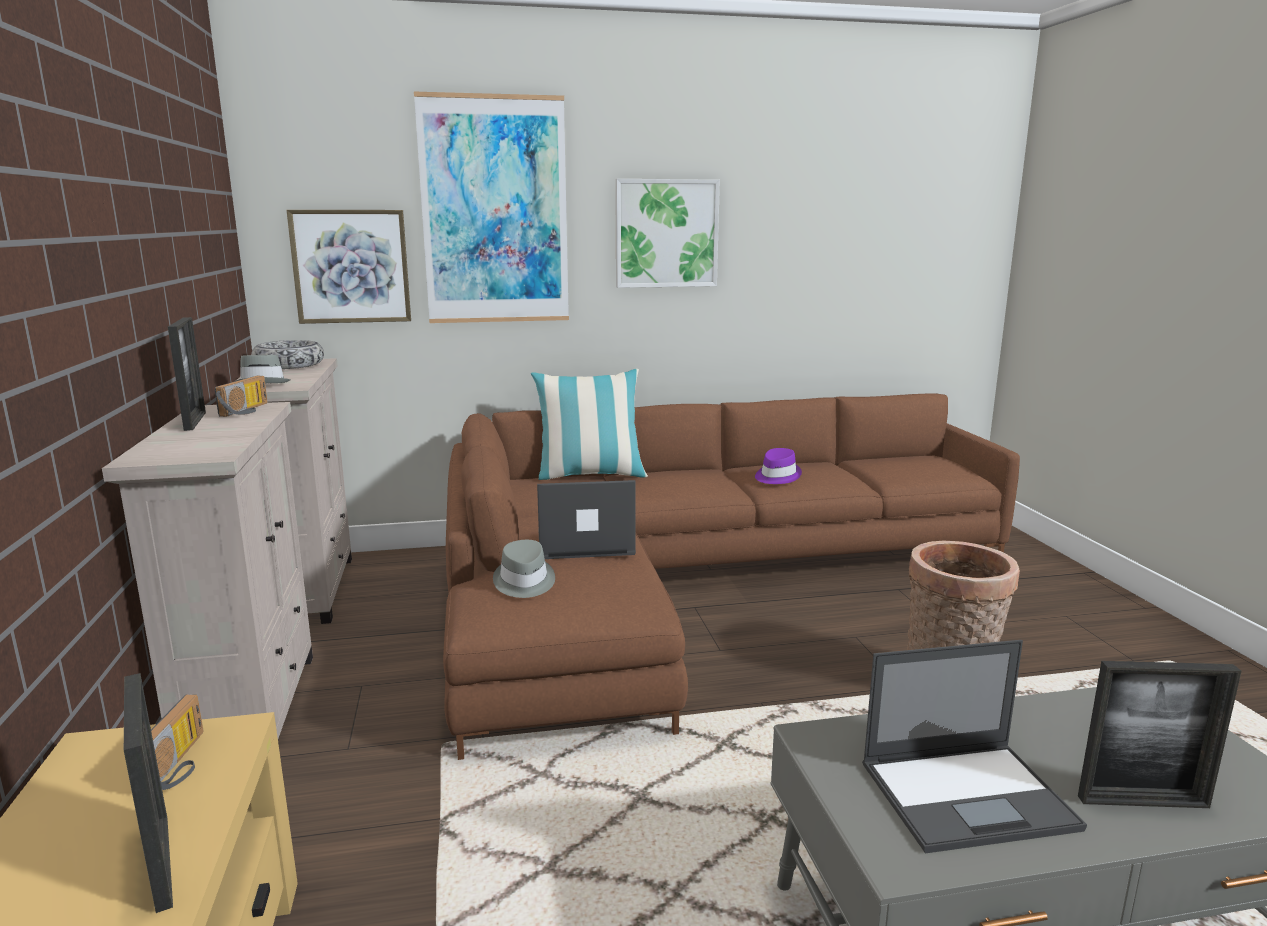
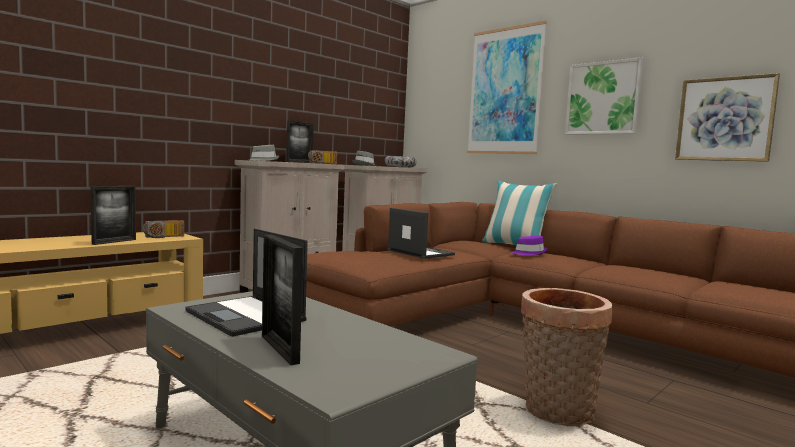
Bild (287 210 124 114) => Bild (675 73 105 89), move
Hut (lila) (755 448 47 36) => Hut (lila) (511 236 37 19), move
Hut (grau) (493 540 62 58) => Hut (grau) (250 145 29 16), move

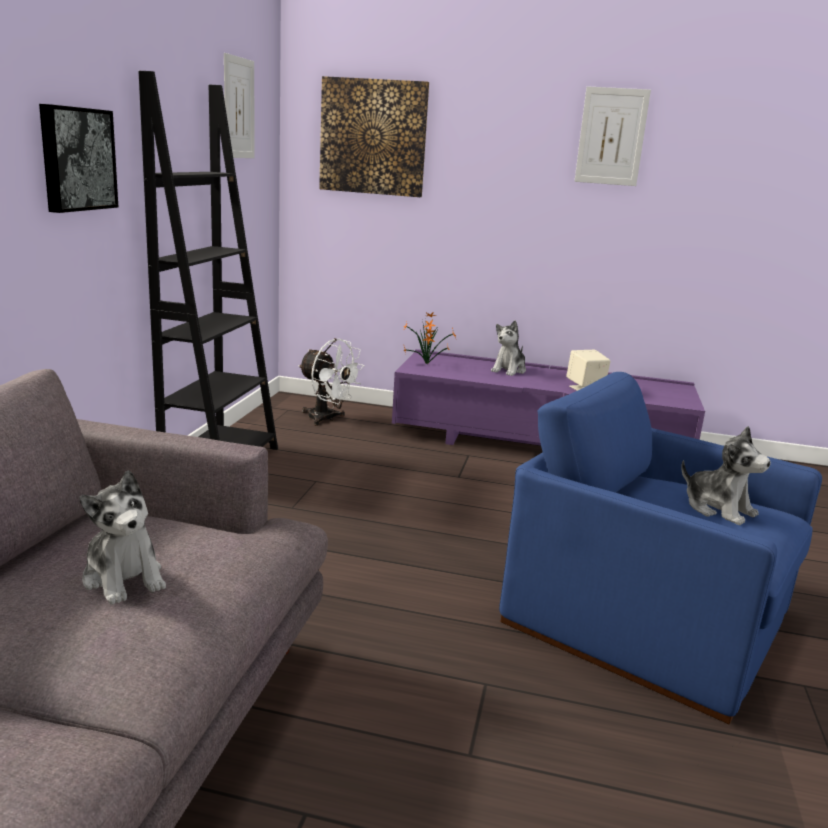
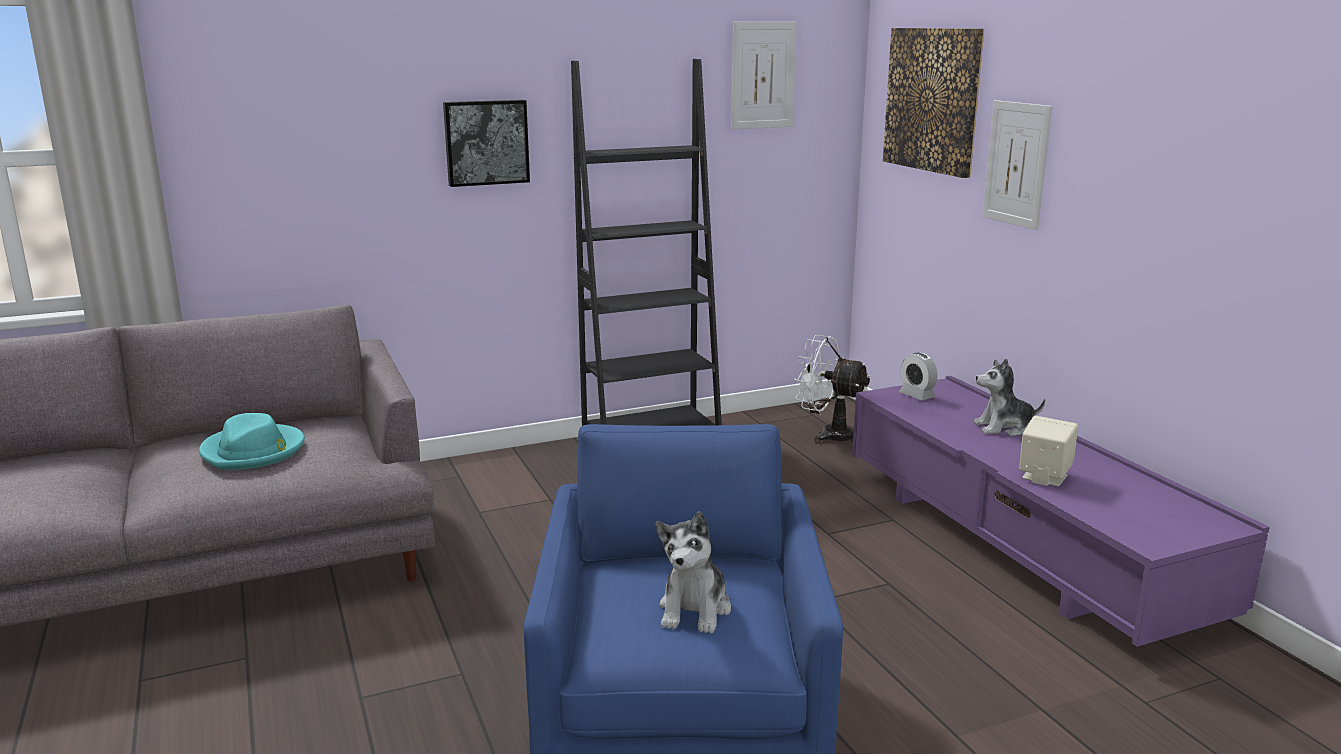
Bild (574 86 77 100) => Bild (982 100 71 130), move
Topfpflanze (402 313 54 51) => Wecker (899 352 38 48)
Ventilator (weiß) (298 338 66 88) => Ventilator (weiß) (794 335 76 109), 120 degrees clockwise
Plüschtier (79 470 87 135) => Hut (türkis) (199 413 106 57)

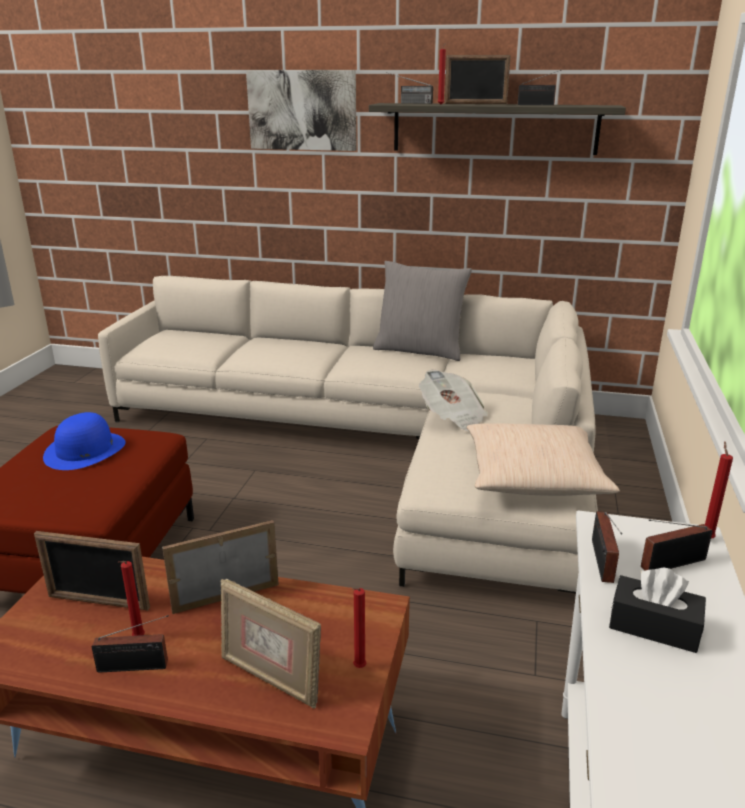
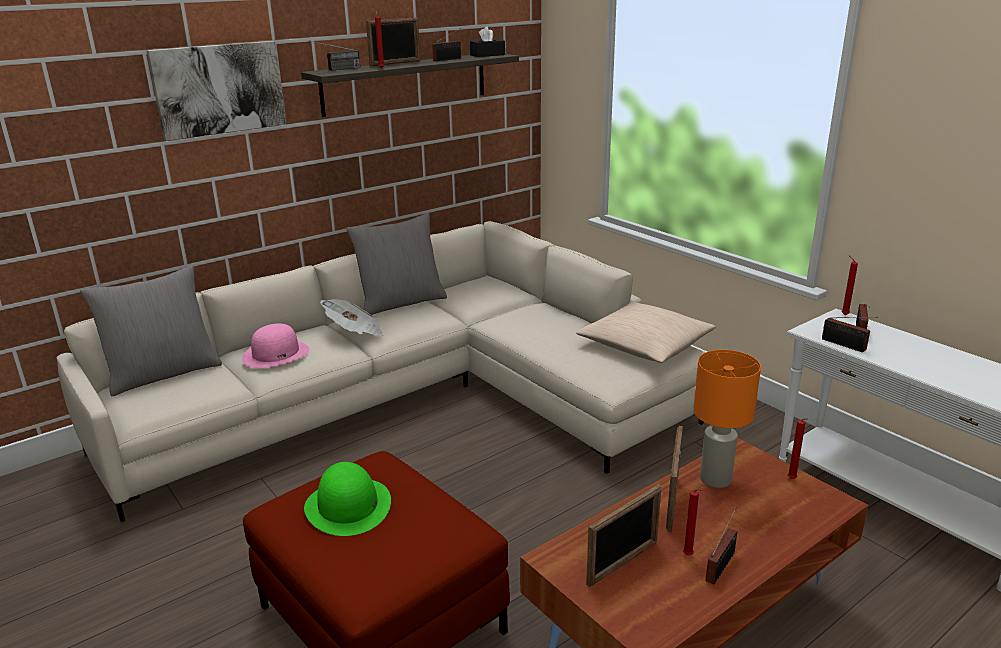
Zeitung (419 369 69 63) => Zeitung (320 299 64 37), move
Hut (blau) (43 412 83 58) => Hut (grün) (304 462 87 74)
Taschentuchbox (schwarz) (609 568 97 85) => Taschentuchbox (schwarz) (470 27 35 30), move
Bilderrahmen (221 579 100 129) => nothing
nothing => Kissen (grau) (80 265 142 131)
nothing => Hut (rosa) (242 323 67 45)
nothing => Tischlampe (orange) (693 350 68 138)

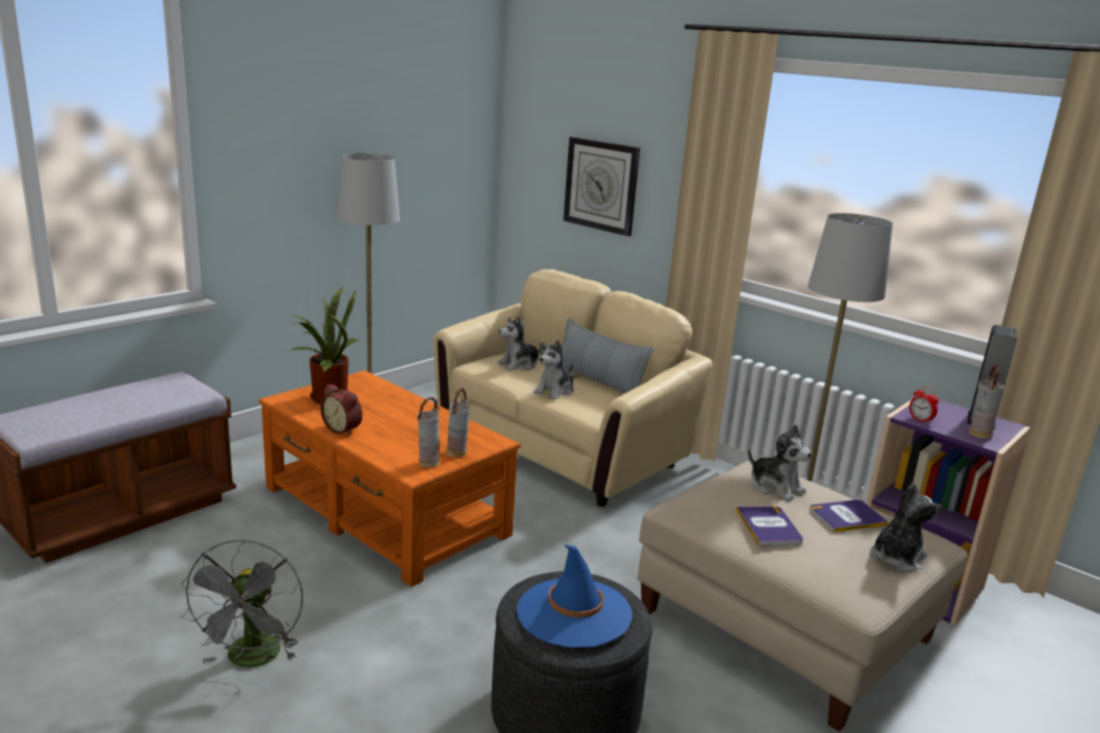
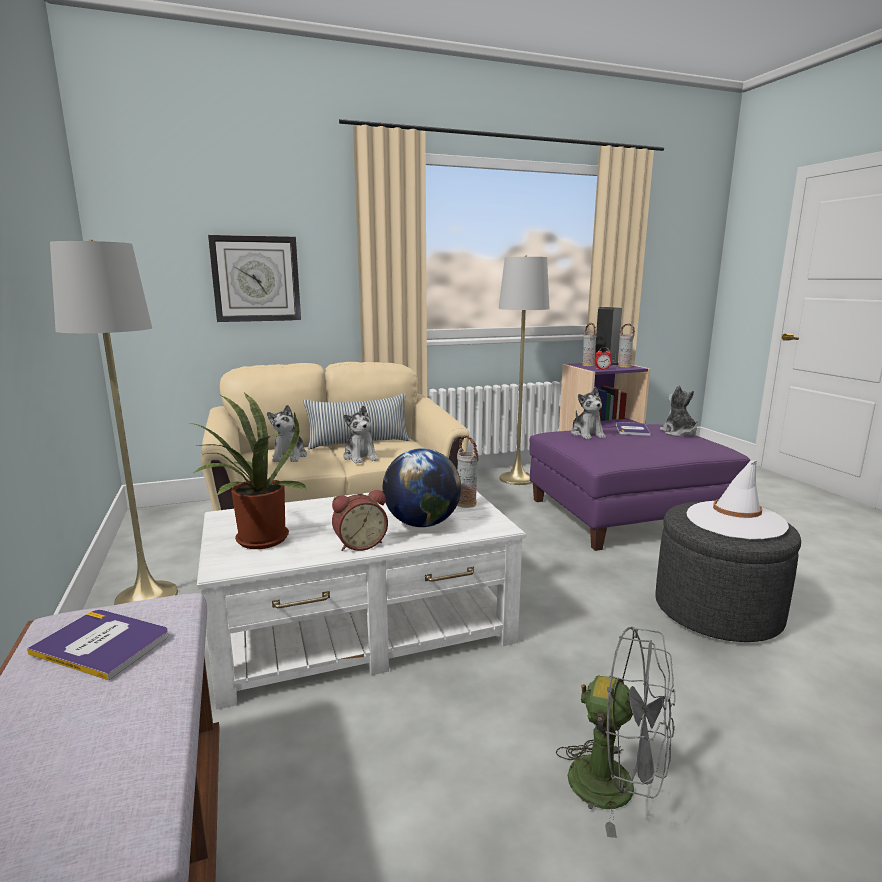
Couchtisch (orange) (259 370 262 217) => Couchtisch (weiß) (197 491 329 219)
Vase (417 397 23 70) => Vase (582 323 15 43), move
Plüschtier (748 425 64 77) => Plüschtier (571 387 35 52), 90 degrees clockwise
Polsterhocker (beige) (637 460 330 271) => Polsterhocker (lila) (529 424 221 127)
Buch (736 506 67 39) => Buch (27 610 141 70), move
Hut (blau) (517 544 116 104) => Hut (weiß) (687 460 102 79)
nothing => Globus (383 448 78 79)

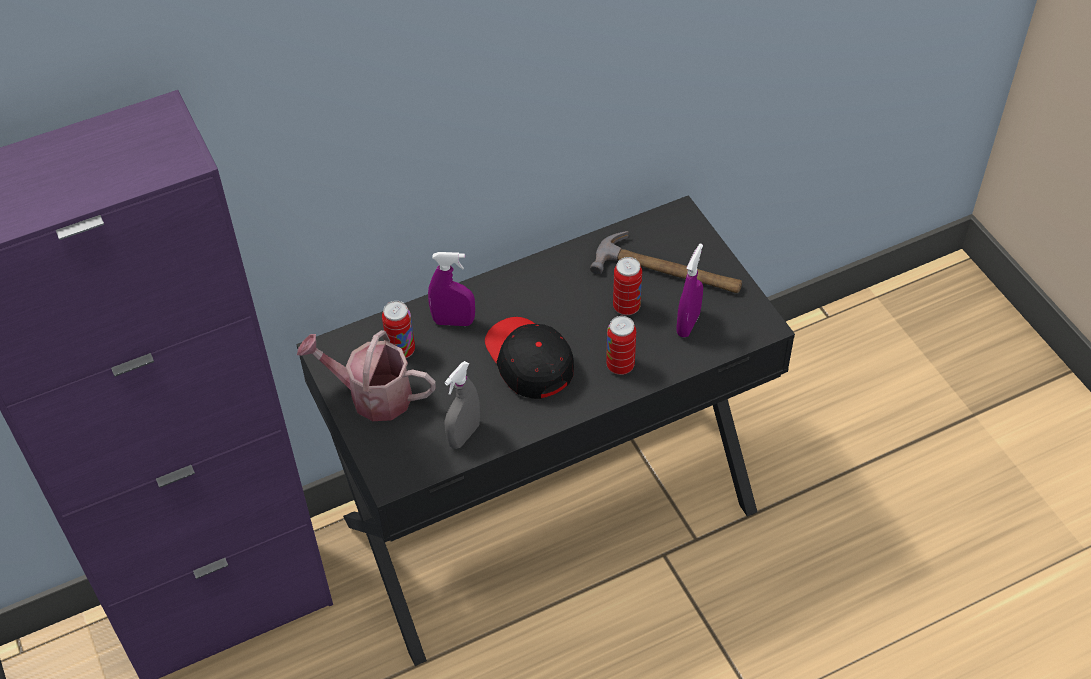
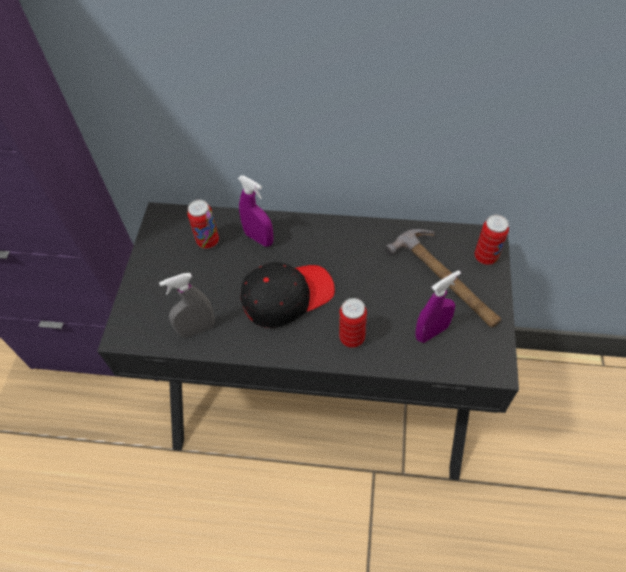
Dose (613 257 29 58) => Dose (475 215 34 50), move
Kappe (schwarz) (485 317 89 82) => Kappe (schwarz) (241 262 94 66), 60 degrees clockwise
Gießkanne (297 330 139 91) => nothing

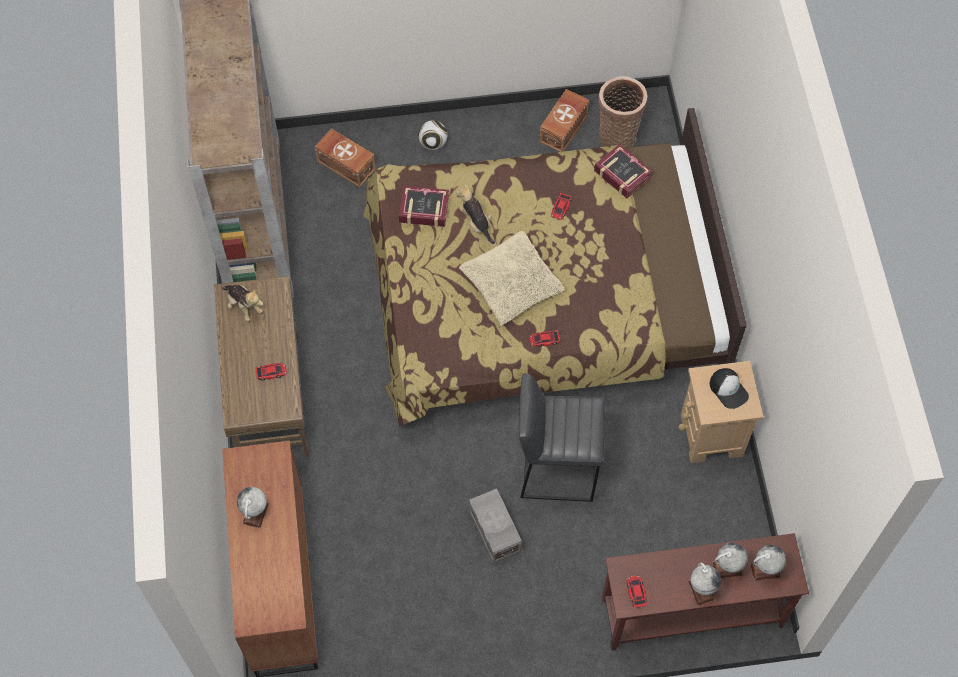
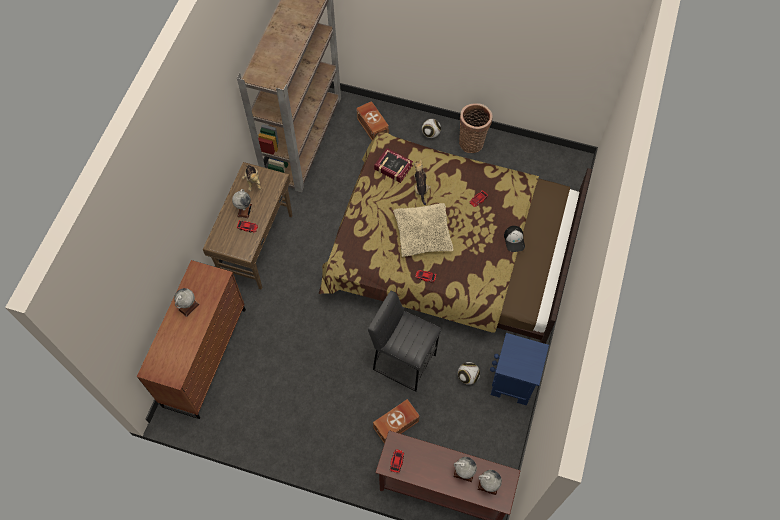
Korb (598 76 49 71) => Korb (459 103 34 50), move
Aufbewahrungsbox (braun) (539 89 50 63) => Aufbewahrungsbox (braun) (373 399 47 45), move
Buch (594 144 59 54) => nothing
Nachttisch (beige) (679 361 84 102) => Nachttisch (blau) (490 333 59 72)
Kappe (710 368 39 41) => Kappe (504 226 21 26), move
Aufbewahrungsbox (grau) (469 489 53 73) => nothing
Globus (688 562 33 44) => Globus (232 189 20 29), move
nothing => Fußball (458 362 22 23)

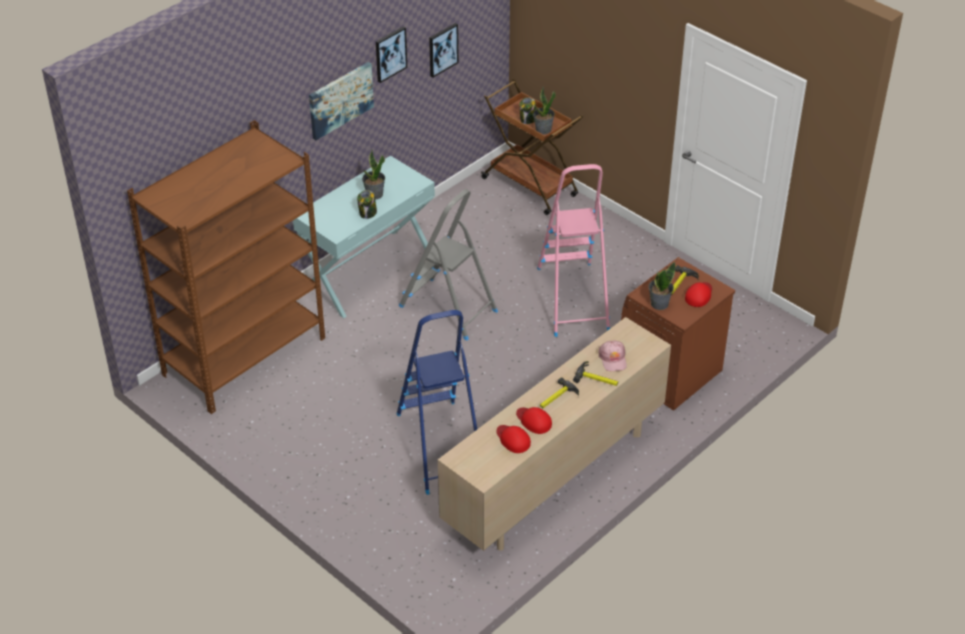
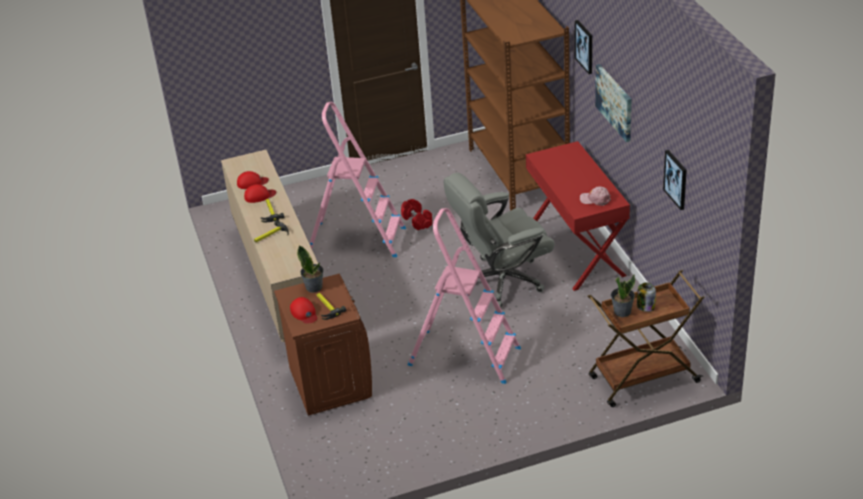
Bild (376 26 31 57) => Bild (575 20 17 54), move
Topfpflanze (362 150 23 49) => nothing
Schreibtisch (türkis) (293 156 142 162) => Schreibtisch (rot) (526 141 104 150)
Trittleiter (grau) (399 189 99 152) => Bürostuhl (grau) (444 173 111 135)
Vorratsglas (357 190 20 29) => nothing
Trittleiter (blau) (397 310 80 185) => Trittleiter (rosa) (309 102 97 155)
Kappe (rosa) (598 341 29 30) => Kappe (rosa) (580 186 31 20), move
nothing => Hantel (rot) (401 199 31 31)

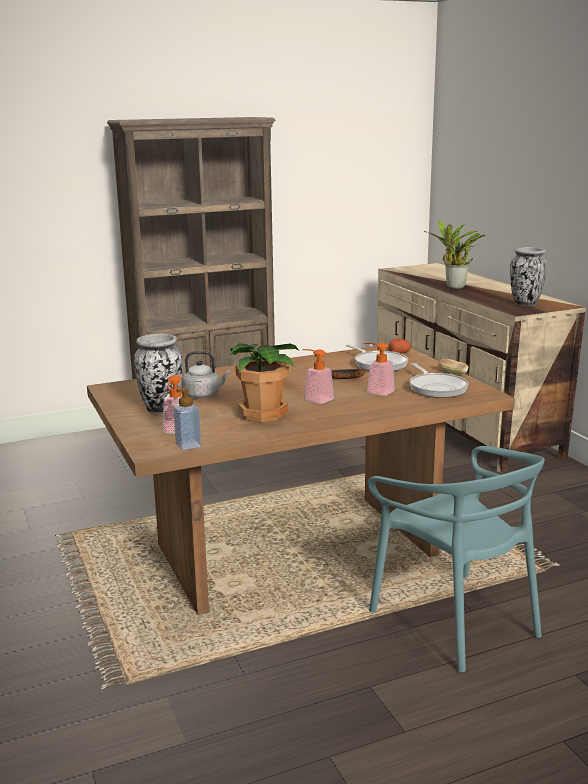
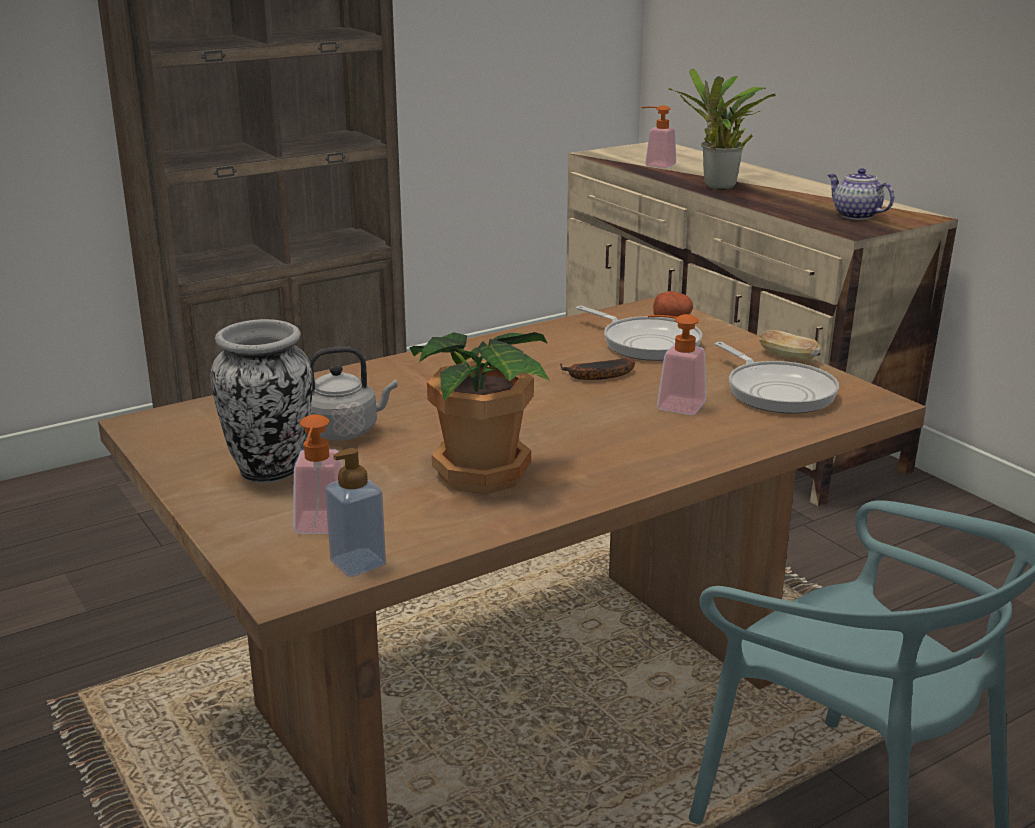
Vase (510 247 37 59) => Teekanne (828 168 66 52)
Seifenspender (302 349 32 55) => Seifenspender (641 105 35 63), move

